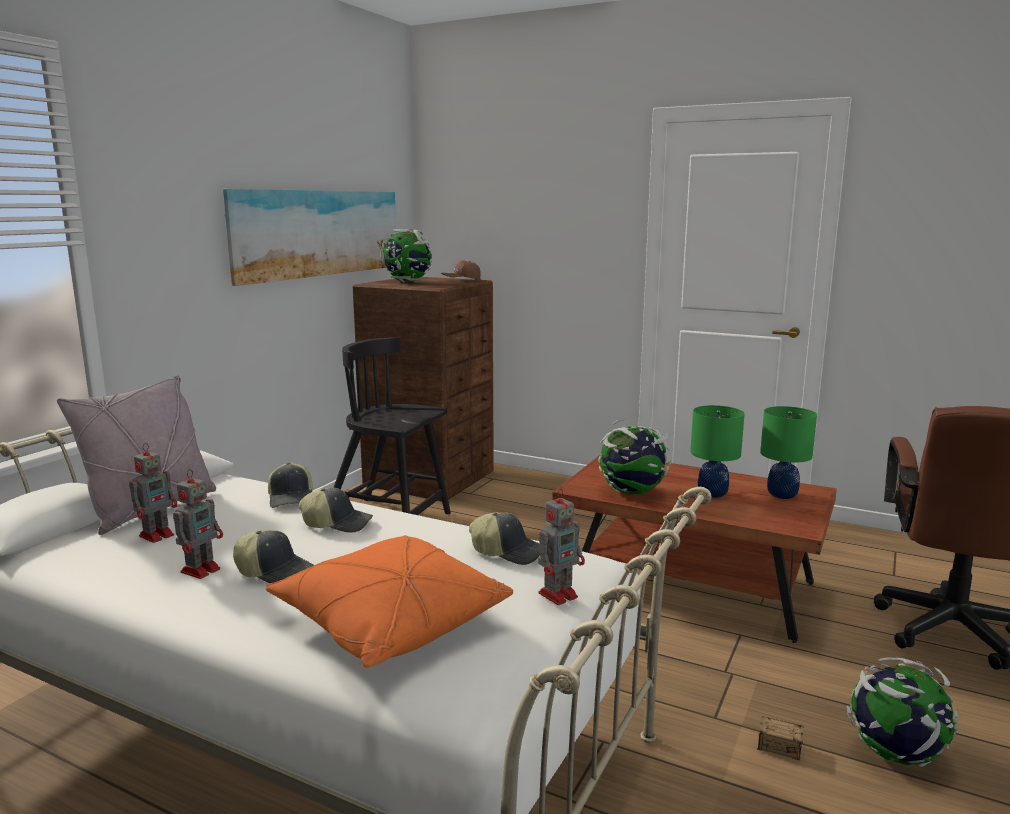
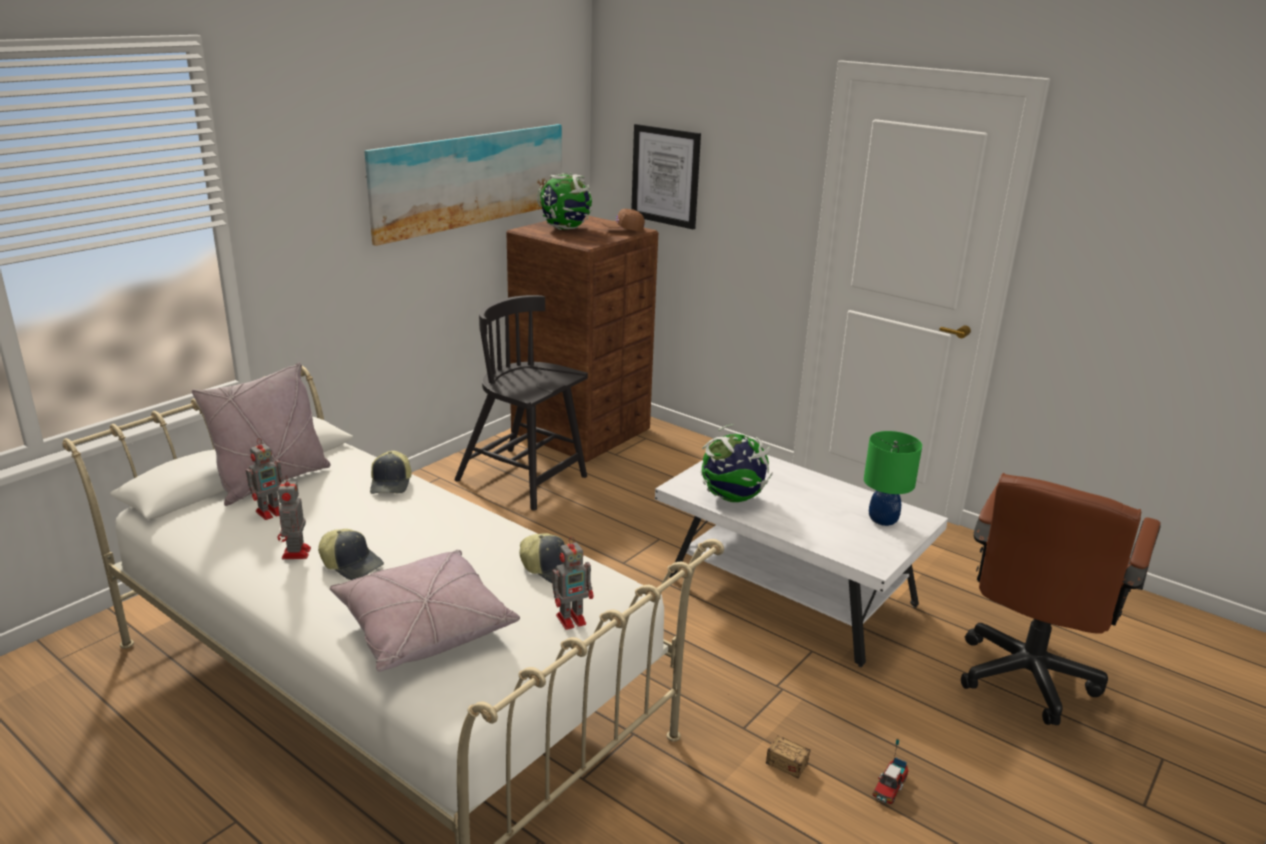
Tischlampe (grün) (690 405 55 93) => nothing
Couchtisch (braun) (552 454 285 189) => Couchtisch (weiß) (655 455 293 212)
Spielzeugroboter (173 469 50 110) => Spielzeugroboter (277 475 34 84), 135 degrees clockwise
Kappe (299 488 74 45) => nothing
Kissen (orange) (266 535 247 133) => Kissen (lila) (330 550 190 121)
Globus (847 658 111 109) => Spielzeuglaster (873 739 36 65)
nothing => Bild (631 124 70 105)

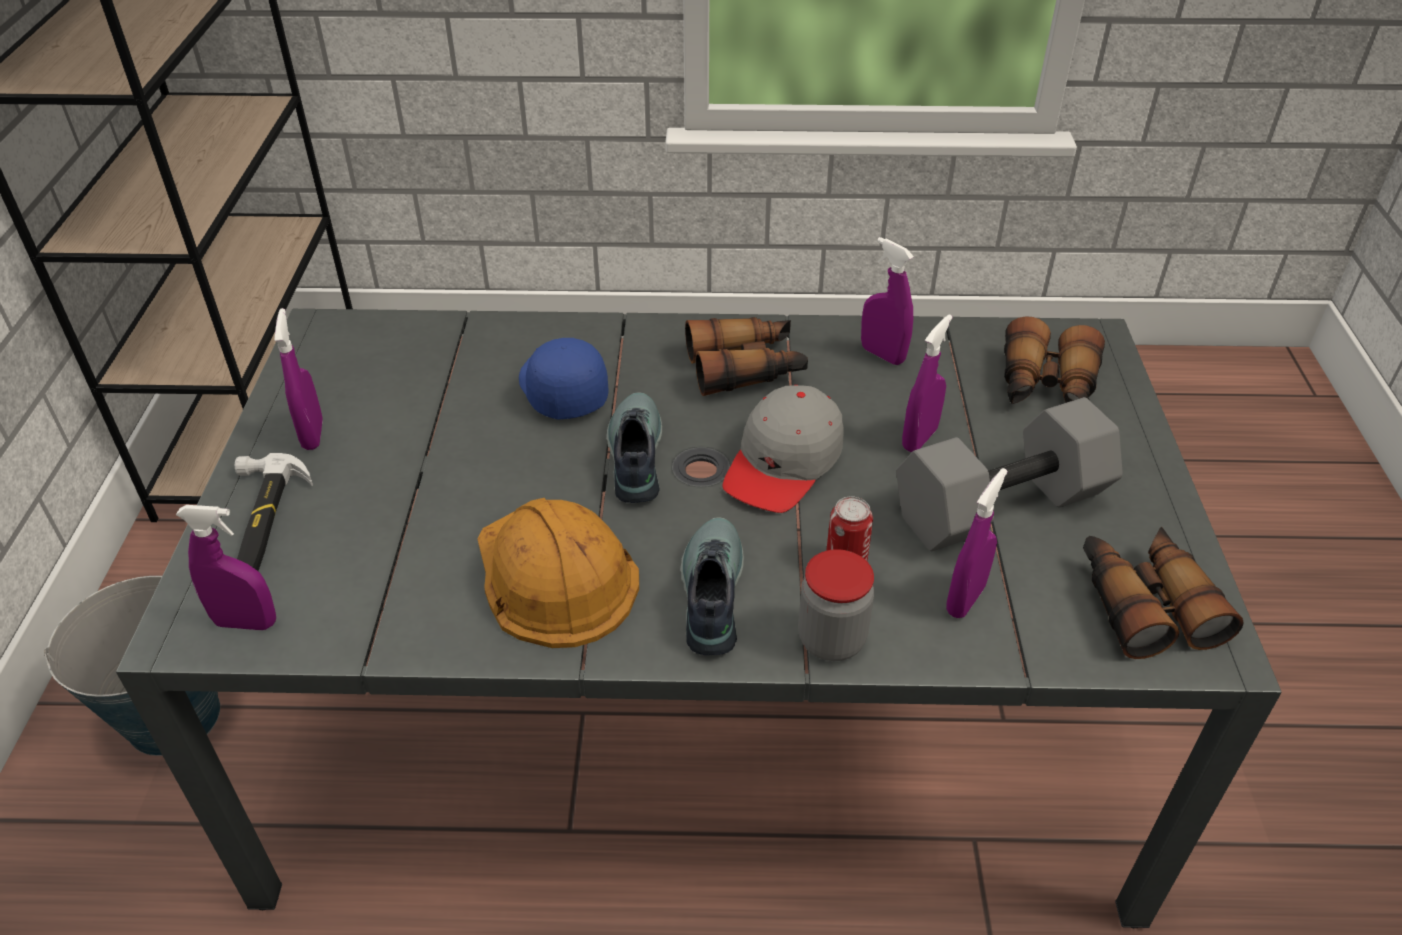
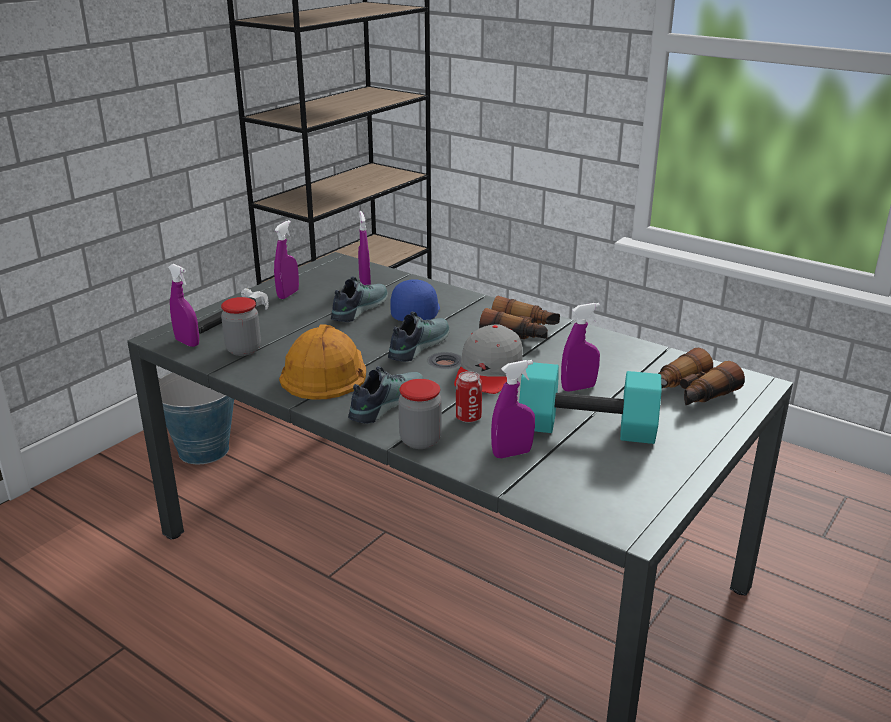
Sprühflasche (lila) (861 237 53 128) => Sprühflasche (lila) (358 211 13 74), move
Kappe (grau) (722 385 122 128) => Kappe (grau) (454 324 69 70), 45 degrees counterclockwise
Hantel (grau) (896 397 227 155) => Hantel (türkis) (519 362 143 82)
Fernglas (1083 527 161 132) => nothing
nothing => Schuh (331 276 57 46)
nothing => Vorratsglas (221 297 40 59)

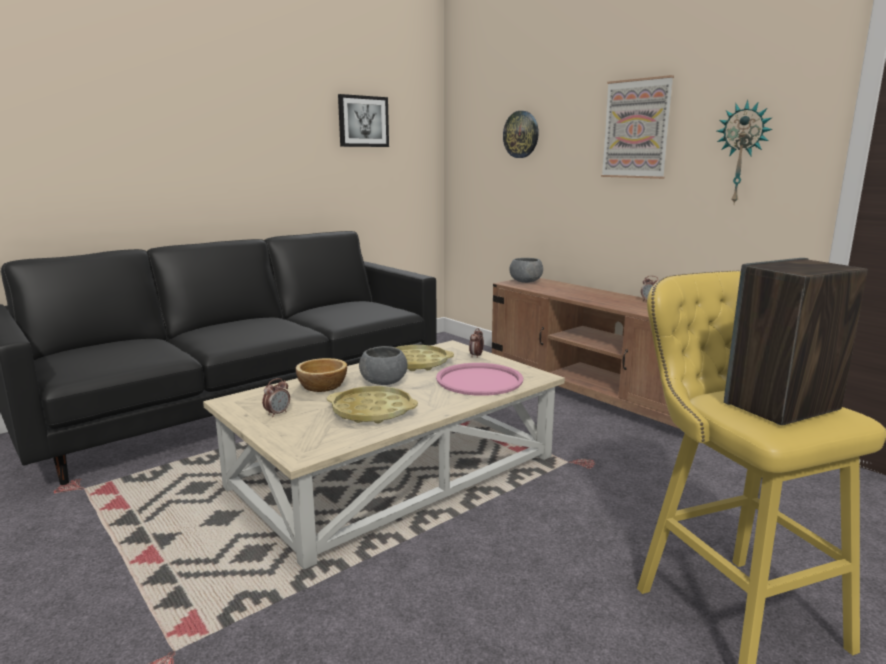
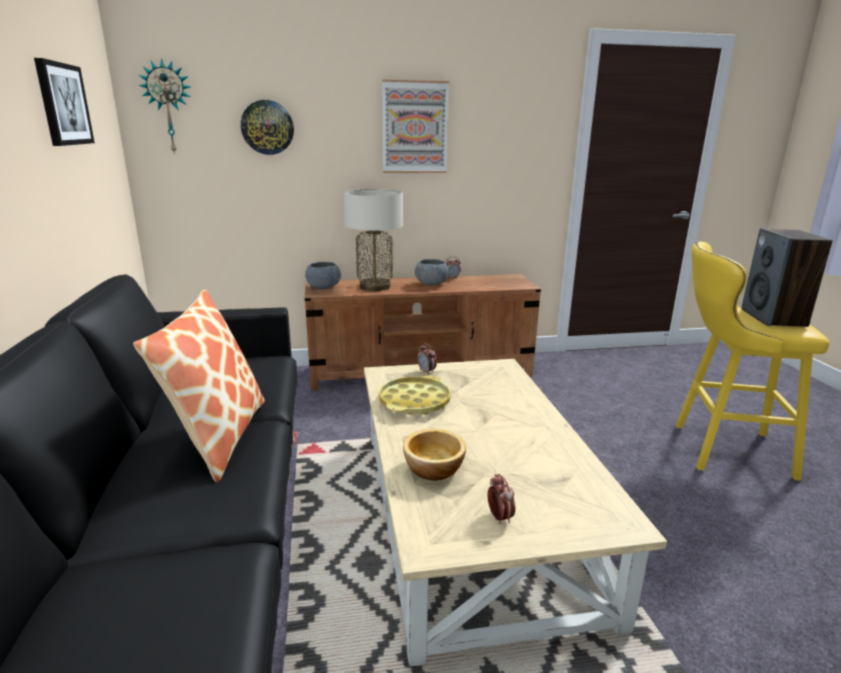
Wanduhr (717 100 56 104) => Wanduhr (139 58 51 97), move
Schüssel (grau) (359 346 49 39) => Schüssel (grau) (415 259 34 26), move
Tablett (rosa) (436 363 87 33) => nothing
Tablett (gelb) (327 386 91 37) => nothing
nothing => Tischlampe (343 189 60 102)
nothing => Kissen (133 289 132 193)

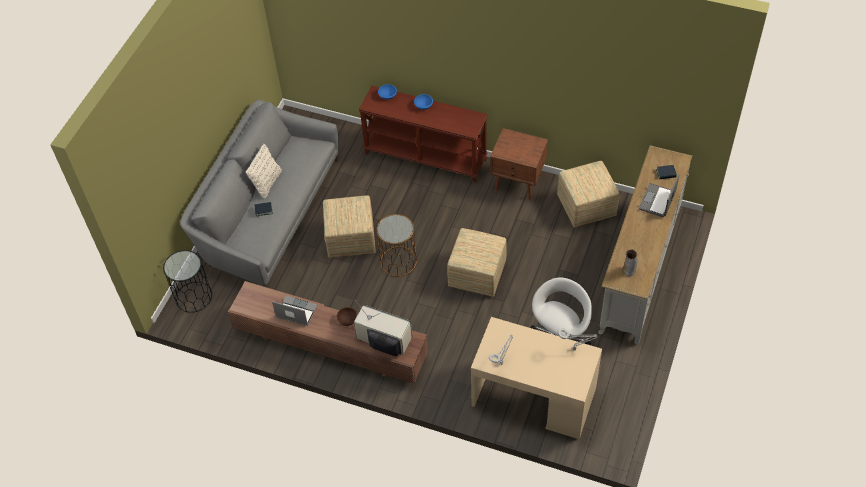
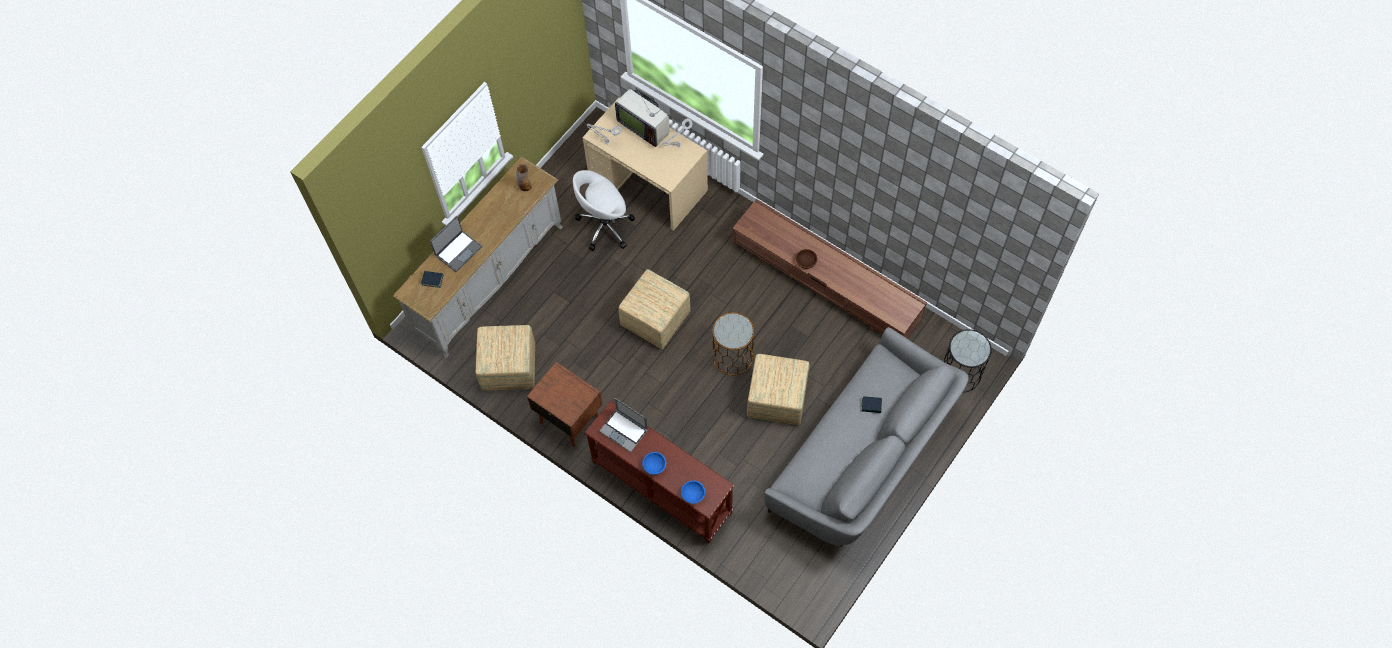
Kissen (beige) (246 144 36 55) => nothing
Laptop (272 296 46 30) => Laptop (599 398 49 54), move
Fernseher (353 298 59 58) => Fernseher (615 89 55 58), move

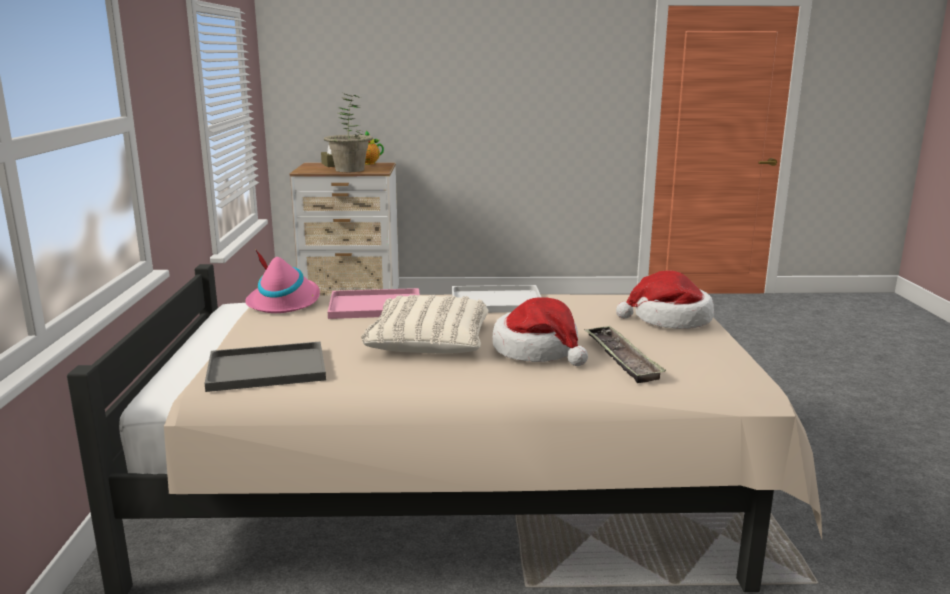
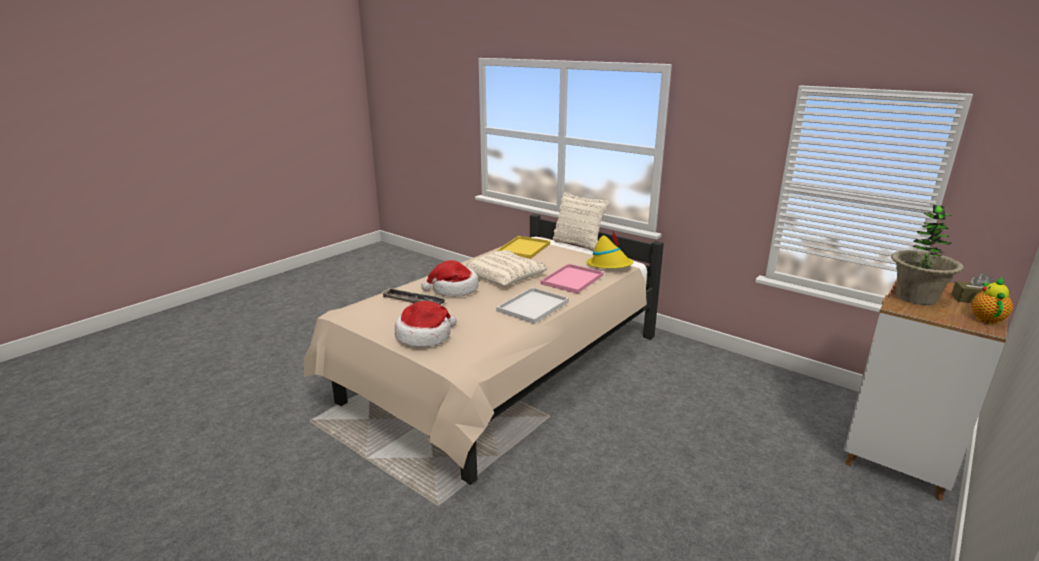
Hut (rosa) (245 249 75 64) => Hut (gelb) (586 231 47 38)
Tablett (grau) (204 342 122 50) => Tablett (gelb) (497 236 53 23)
nothing => Kissen (beige) (553 192 56 59)

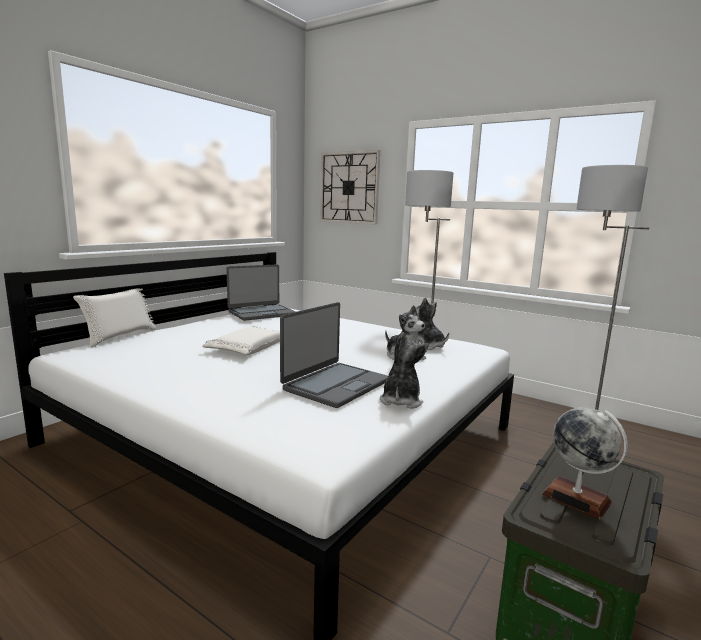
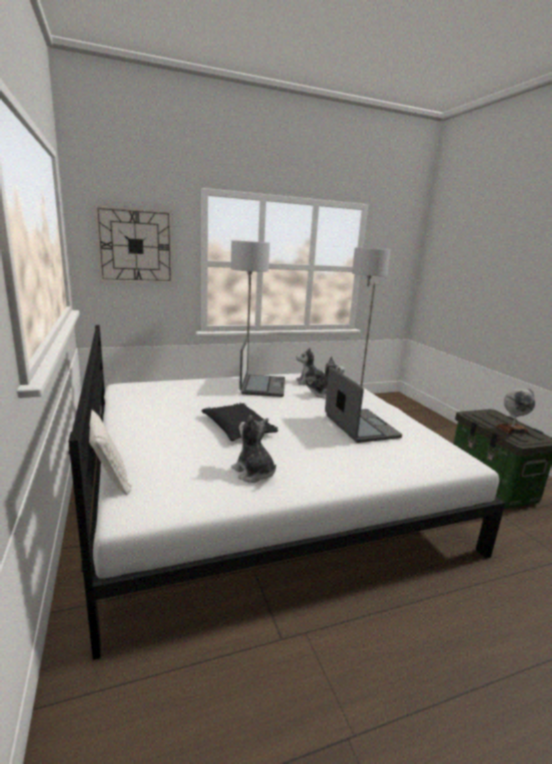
Laptop (226 265 70 56) => Laptop (239 337 46 60), move
Kissen (weiß) (202 326 78 29) => Kissen (schwarz) (202 403 76 38)
Plüschtier (380 332 49 77) => Plüschtier (231 415 45 68), move

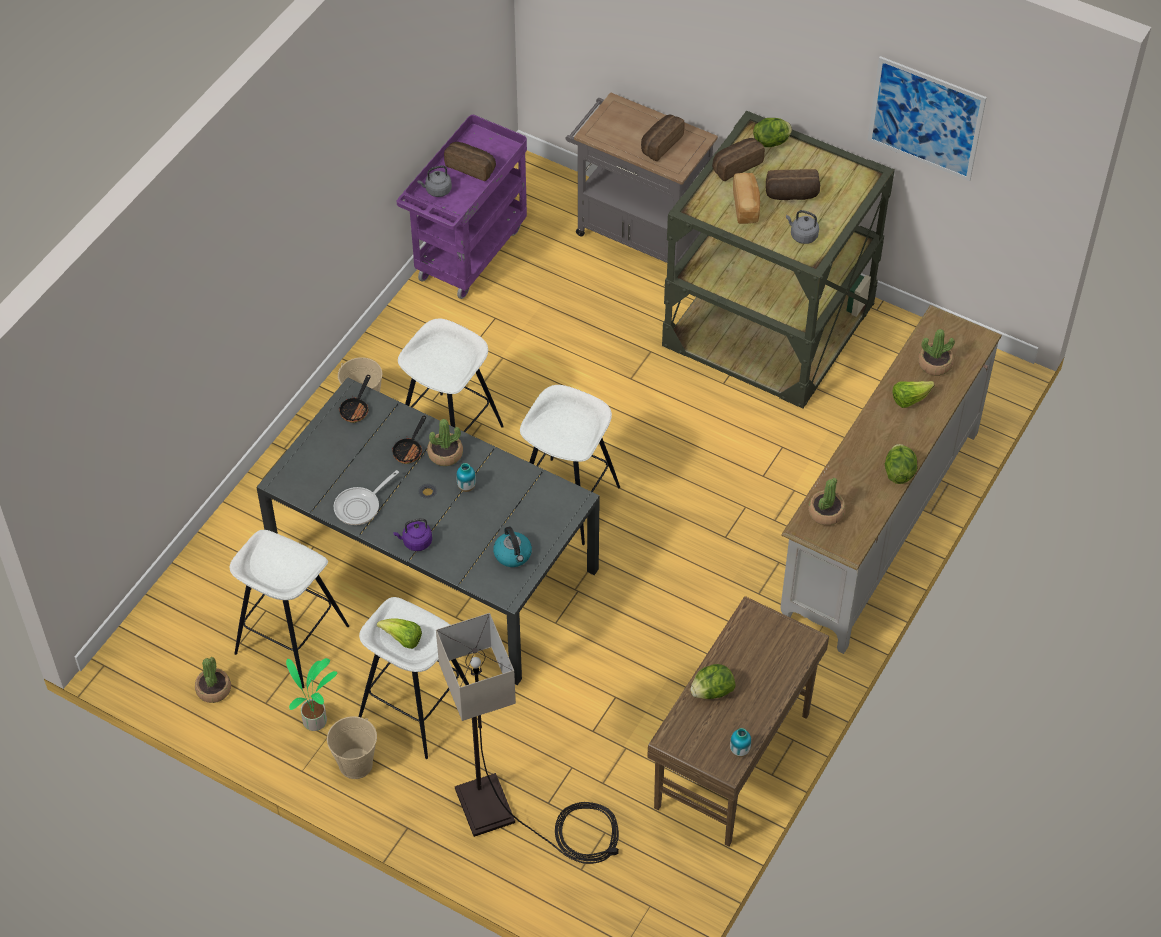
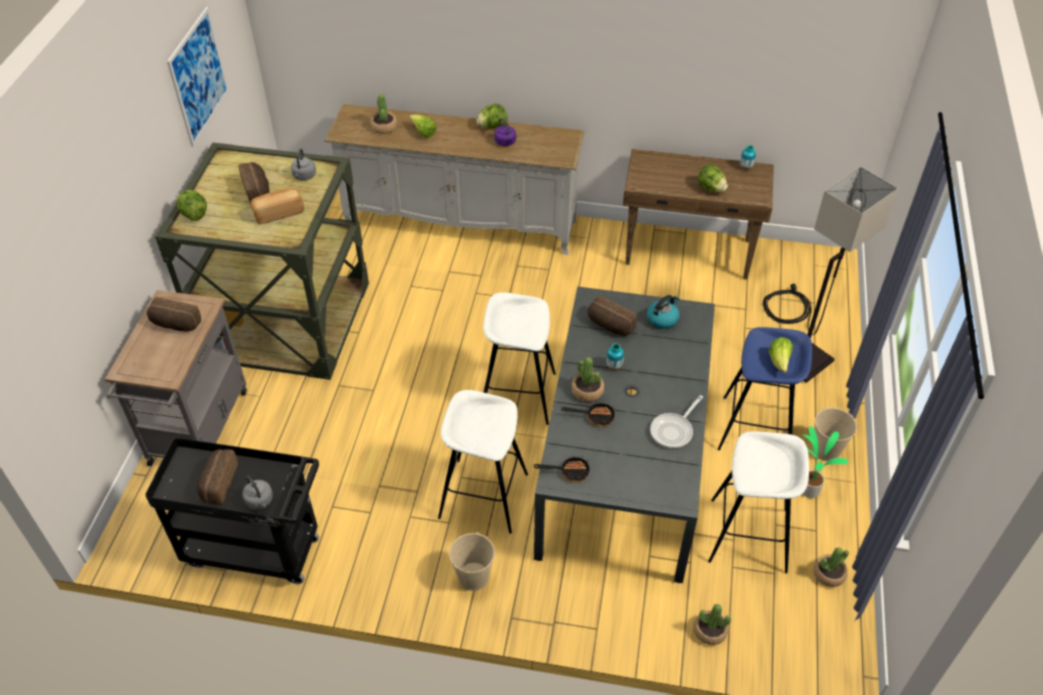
Rollwagen (lila) (397 115 130 184) => Rollwagen (schwarz) (145 438 174 146)
Brot (712 138 53 43) => Brot (587 296 50 40), move
Pfanne (334 470 65 55) => Pfanne (650 395 53 53), 105 degrees clockwise
Topfpflanze (808 478 38 48) => Topfpflanze (693 604 38 41), move
Wasserkessel (lila) (393 518 39 33) => Wasserkessel (lila) (494 118 22 28), move
Hocker (weiß) (359 597 110 162) => Hocker (blau) (718 327 94 123)

